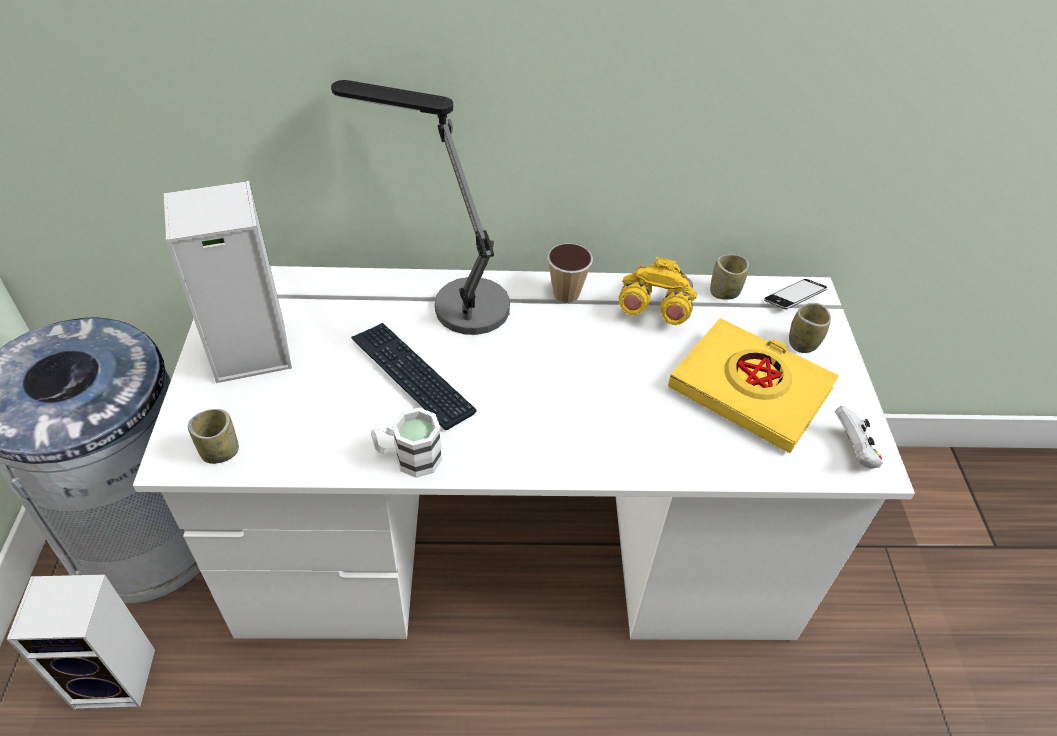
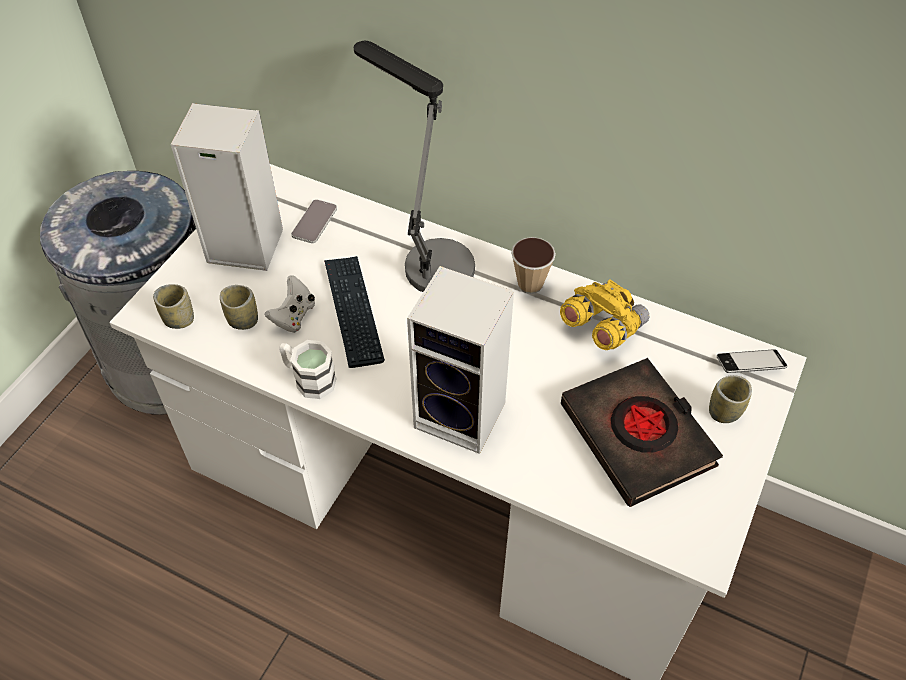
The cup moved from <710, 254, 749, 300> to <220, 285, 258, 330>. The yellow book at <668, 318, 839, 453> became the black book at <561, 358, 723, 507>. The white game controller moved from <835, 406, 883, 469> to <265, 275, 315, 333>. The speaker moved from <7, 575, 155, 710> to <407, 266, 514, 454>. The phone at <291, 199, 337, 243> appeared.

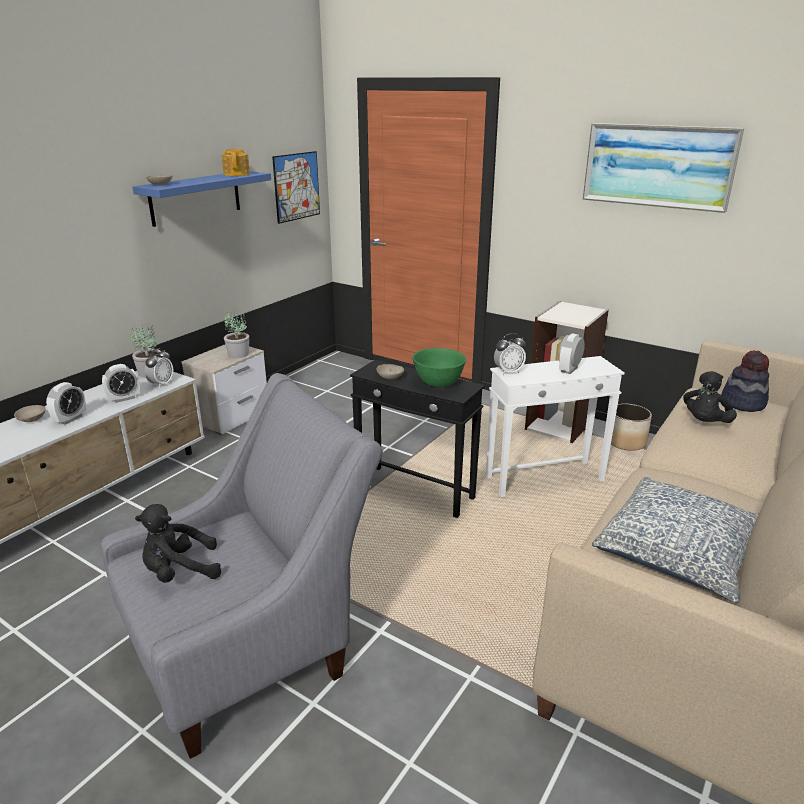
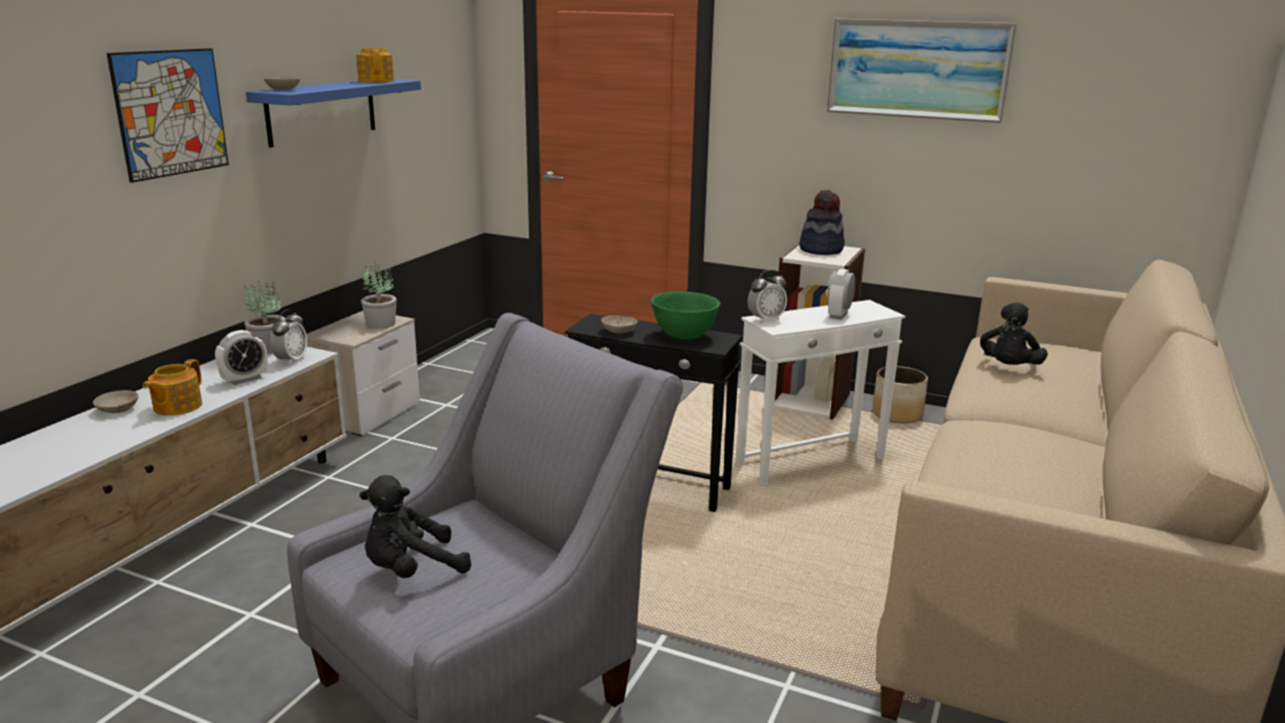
The picture moved from <272, 151, 320, 224> to <107, 48, 229, 183>. The hat moved from <721, 350, 769, 412> to <799, 190, 845, 255>. The alarm clock at <46, 382, 86, 425> was replaced by the teapot at <143, 359, 202, 416>. The pillow at <592, 477, 758, 603> disappeared.

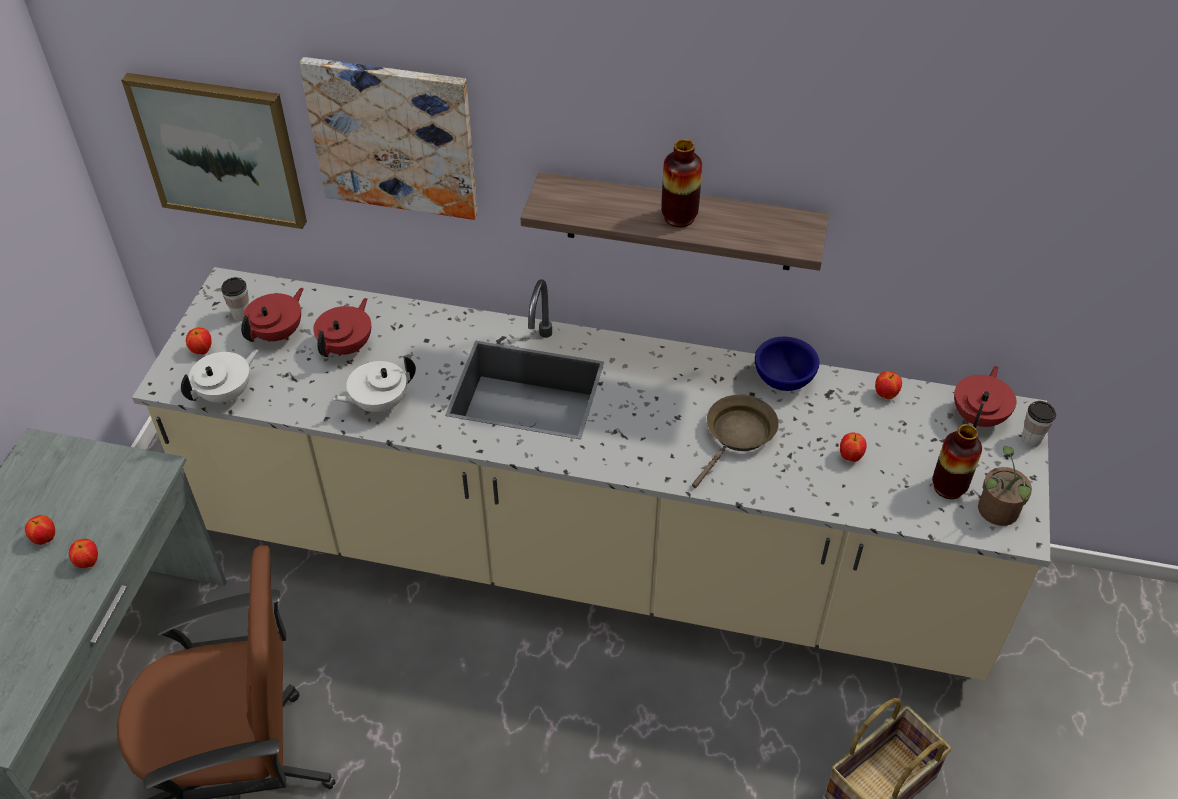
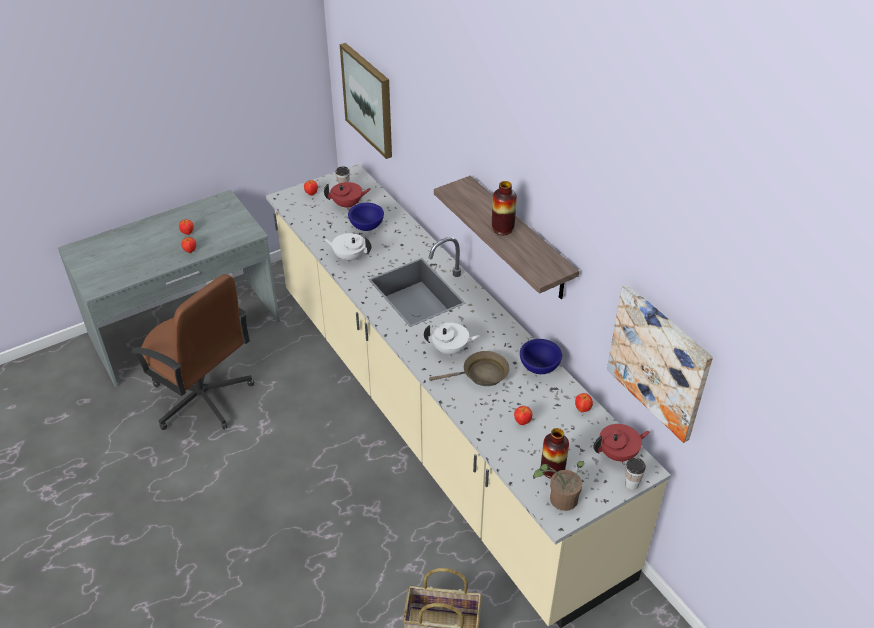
The picture moved from <299, 57, 477, 220> to <607, 284, 713, 443>. The red teapot at <313, 298, 371, 357> was replaced by the blue bowl at <348, 203, 384, 231>. The white teapot moved from <181, 349, 258, 403> to <424, 323, 480, 357>.

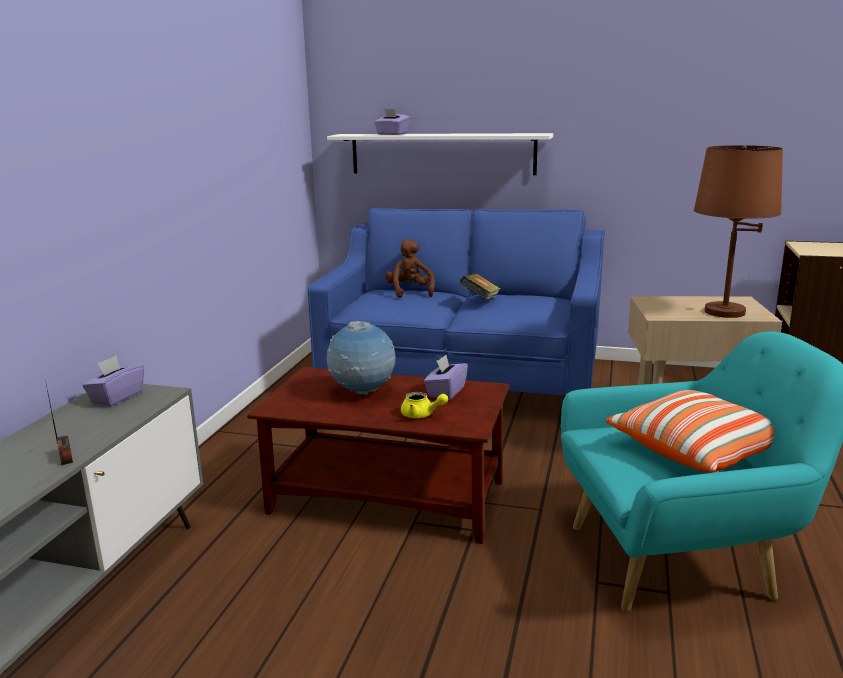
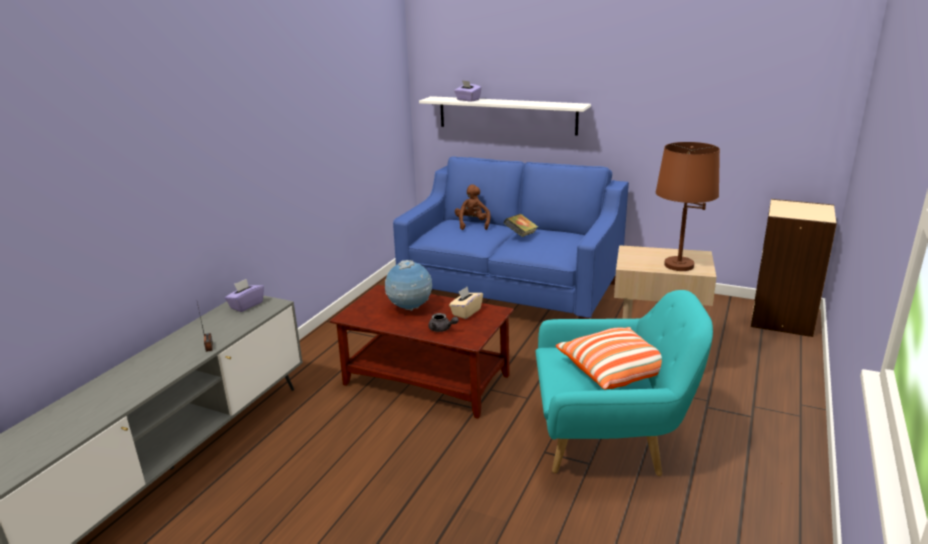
The purple tissue box at <424, 355, 468, 400> became the beige tissue box at <449, 287, 483, 319>. The yellow teapot at <401, 392, 448, 418> became the grey teapot at <428, 313, 459, 332>.

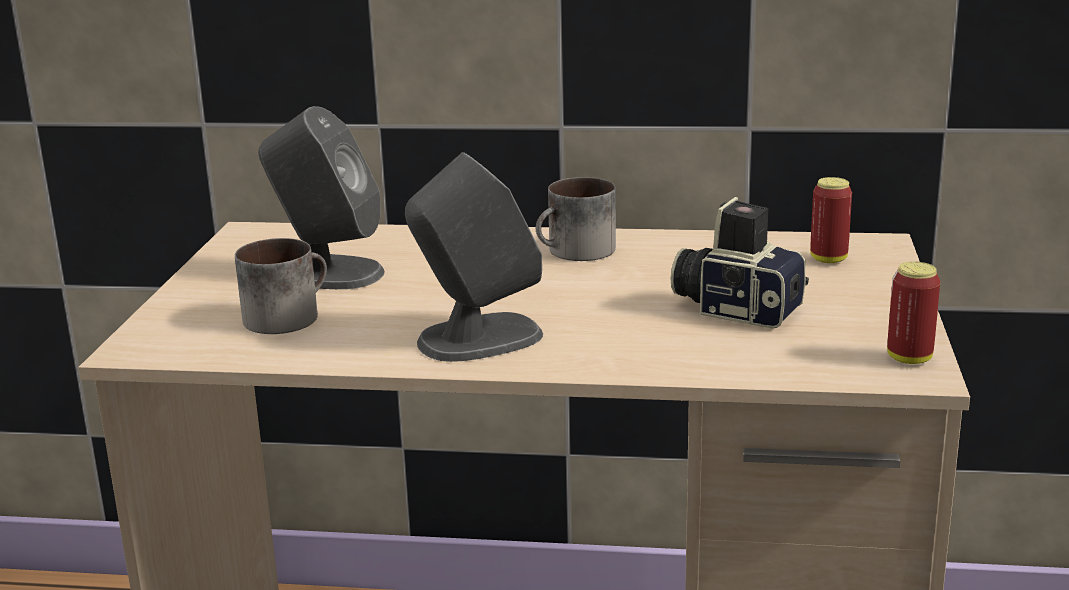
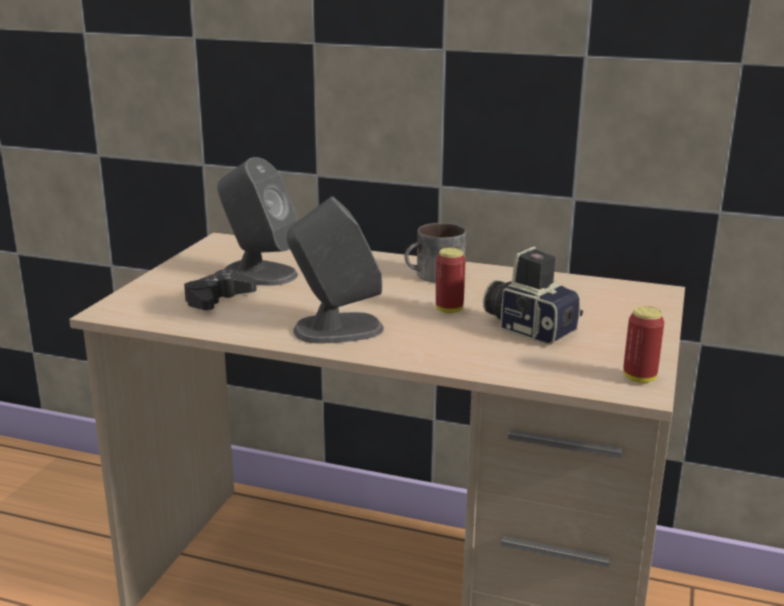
The can moved from <810, 177, 852, 263> to <436, 248, 465, 313>. The mug at <235, 238, 327, 334> was replaced by the black game controller at <184, 269, 257, 310>.

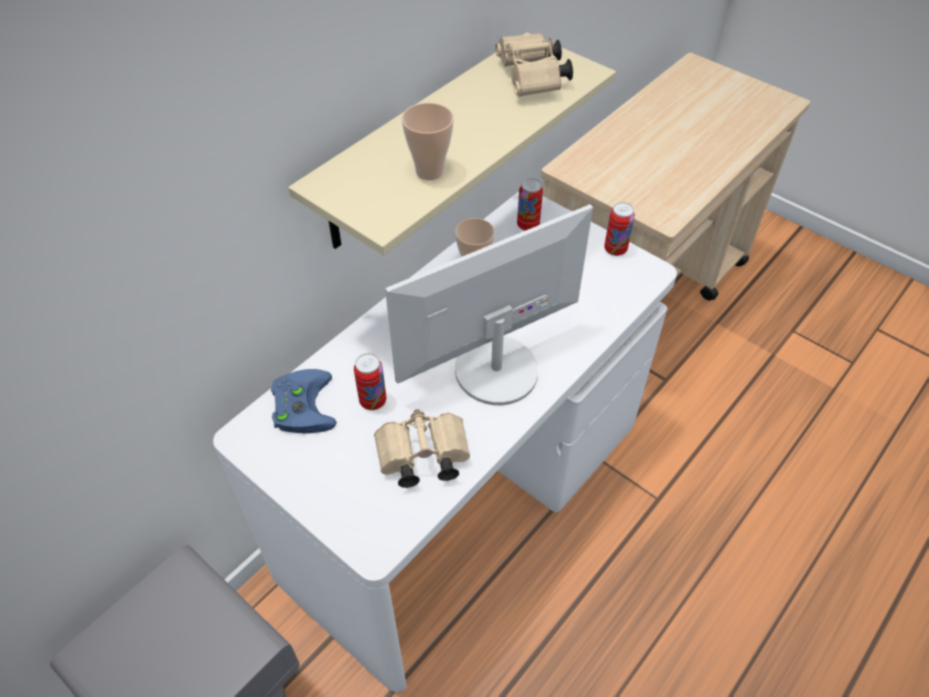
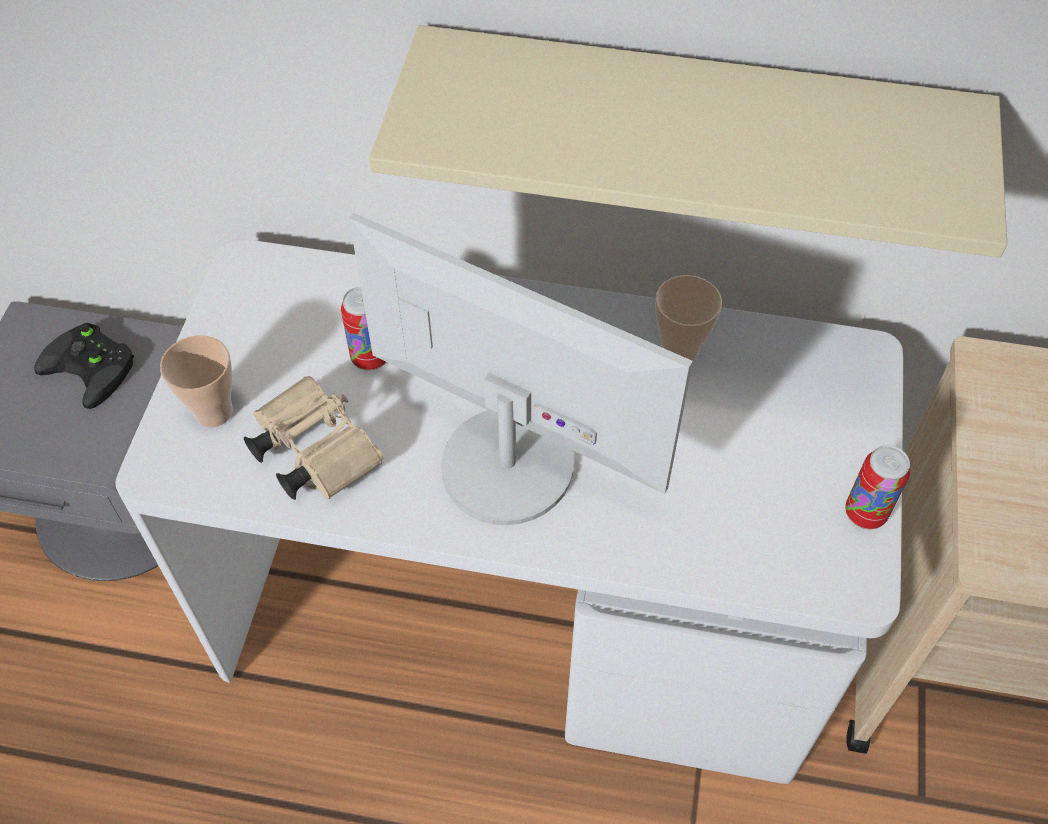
The beige binoculars at <495, 33, 573, 97> disappeared. The cup moved from <402, 103, 454, 180> to <160, 335, 233, 428>. The can at <517, 178, 543, 231> disappeared. The blue game controller at <271, 369, 337, 433> disappeared. The black game controller at <34, 323, 134, 409> appeared.

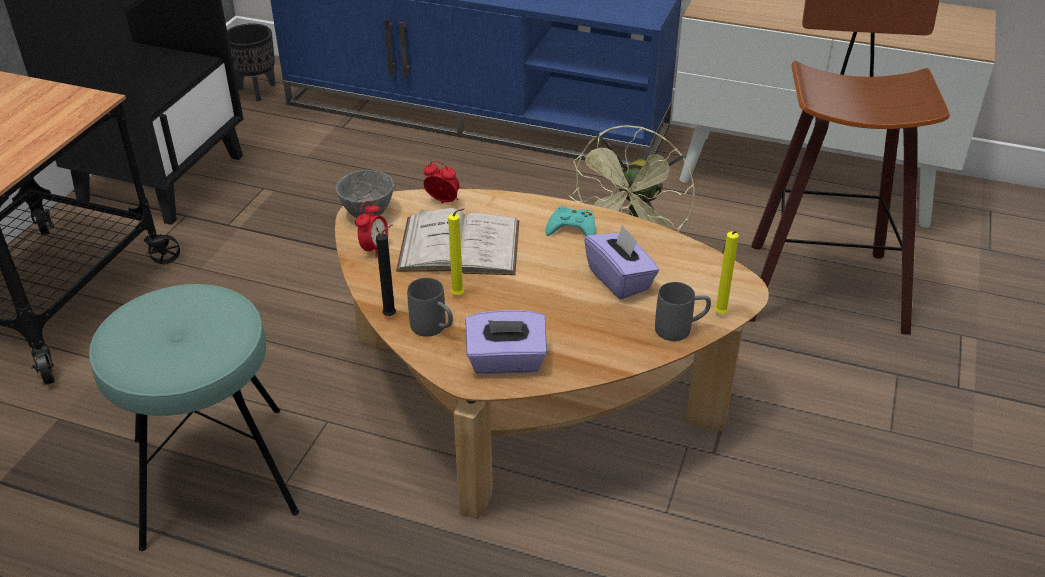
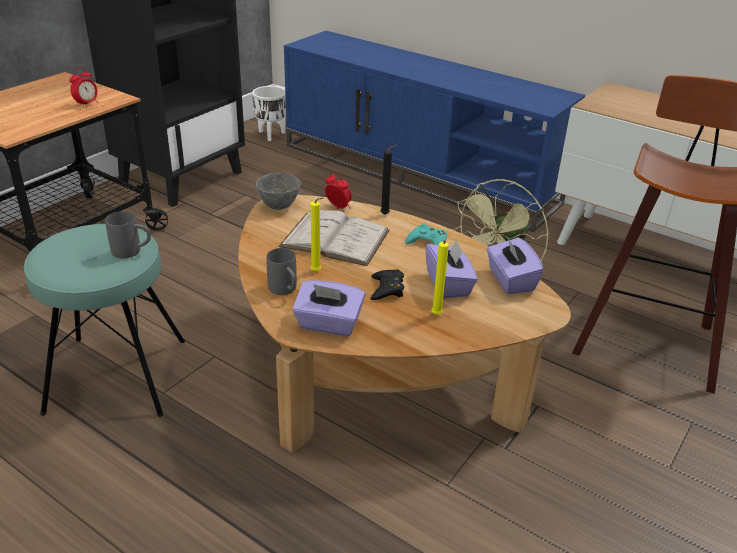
The black planter at <227, 23, 276, 101> became the white planter at <252, 86, 286, 141>. The alarm clock moved from <355, 201, 388, 258> to <69, 67, 98, 108>. The black candle moved from <376, 225, 396, 316> to <381, 145, 396, 215>. The yellow candle moved from <715, 231, 739, 314> to <431, 240, 449, 315>. The grey mug moved from <655, 282, 711, 341> to <105, 211, 151, 258>. The purple tissue box at <487, 236, 544, 294> appeared. The black game controller at <370, 269, 404, 300> appeared.

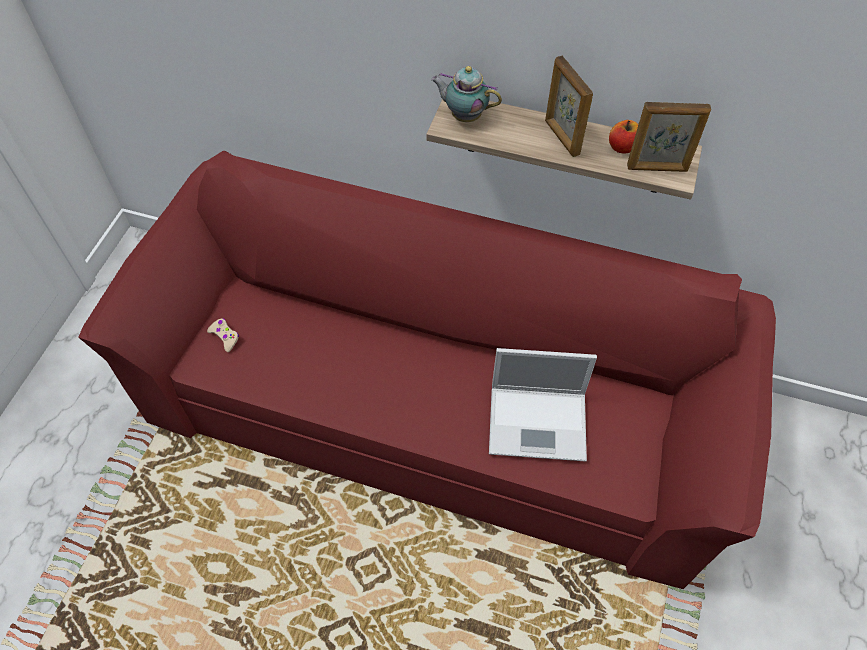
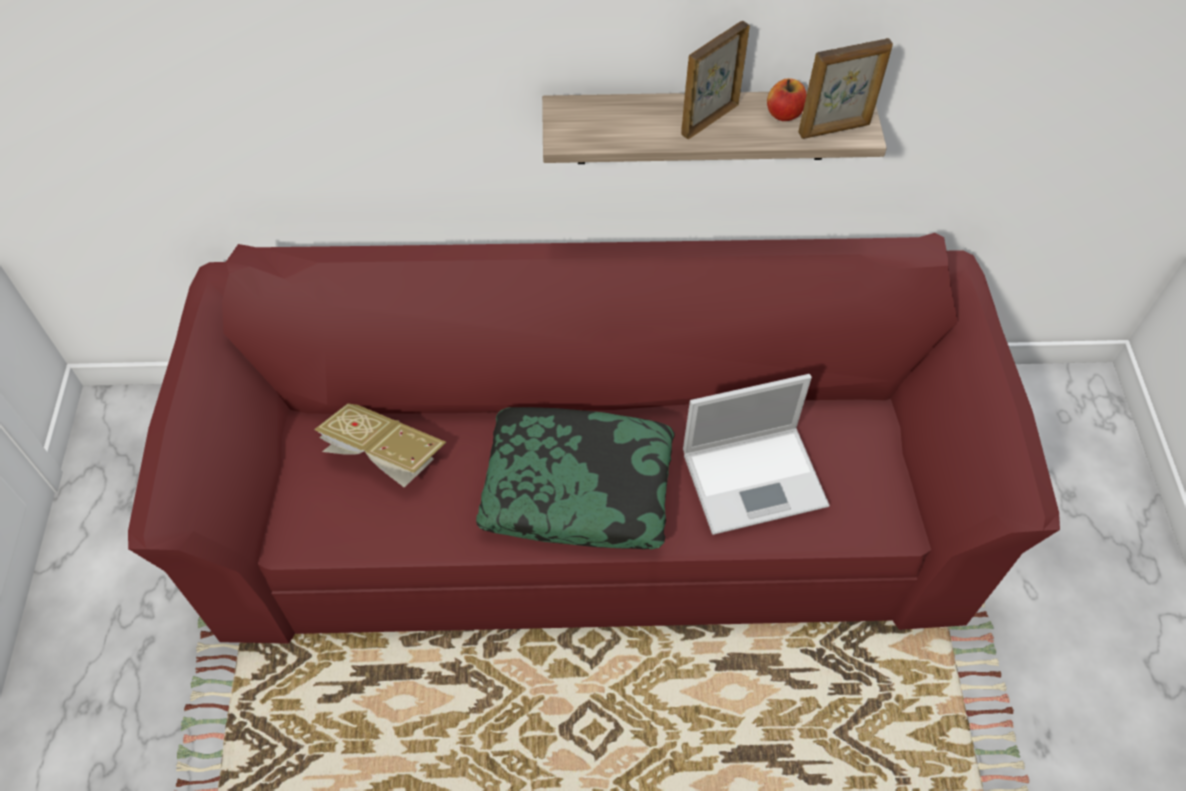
The picture frame at <545, 56, 593, 157> turned 90 degrees clockwise. The teapot at <431, 66, 502, 122> disappeared. The beige game controller at <207, 318, 239, 352> disappeared. The book at <314, 403, 446, 488> appeared. The pillow at <476, 407, 675, 549> appeared.

